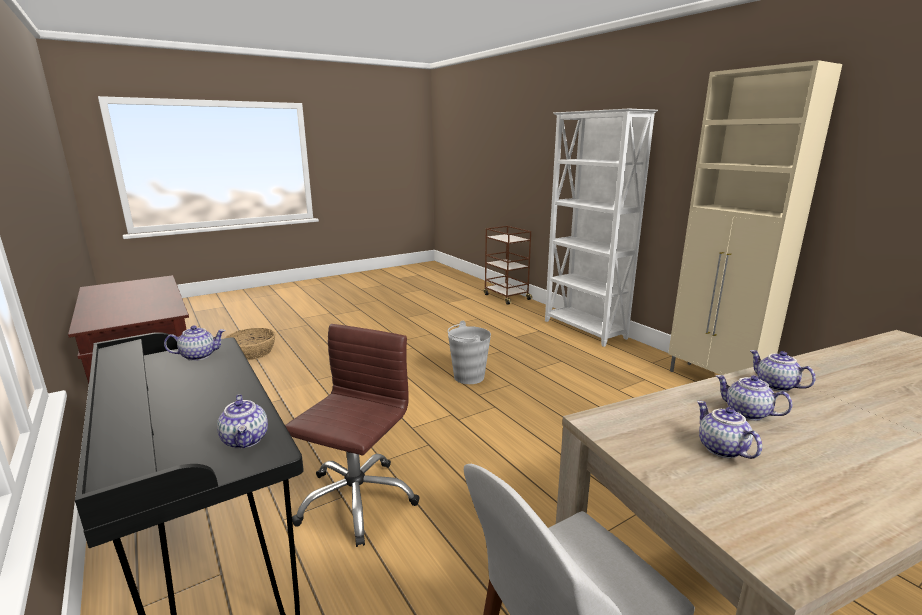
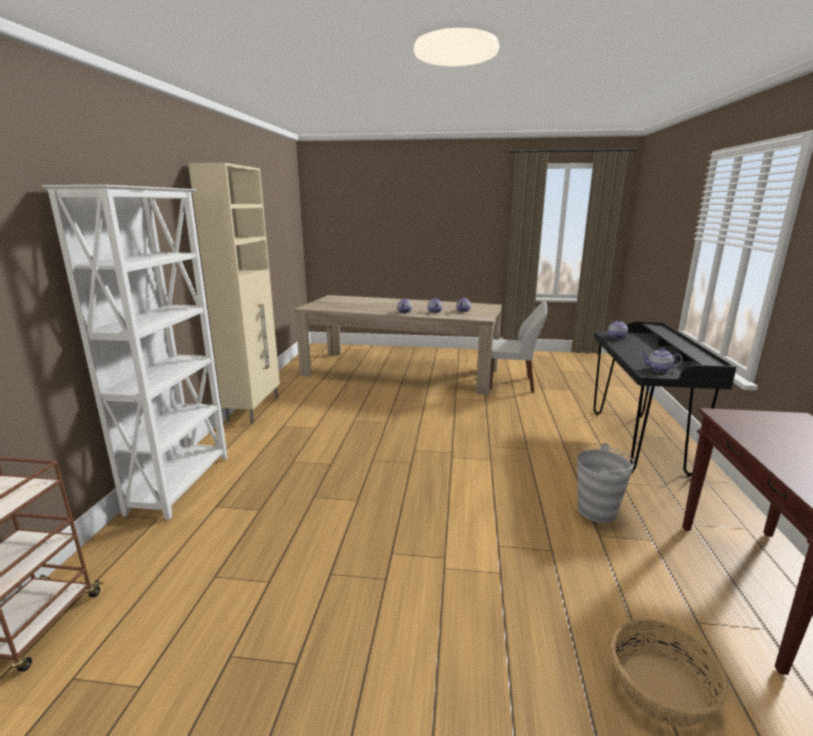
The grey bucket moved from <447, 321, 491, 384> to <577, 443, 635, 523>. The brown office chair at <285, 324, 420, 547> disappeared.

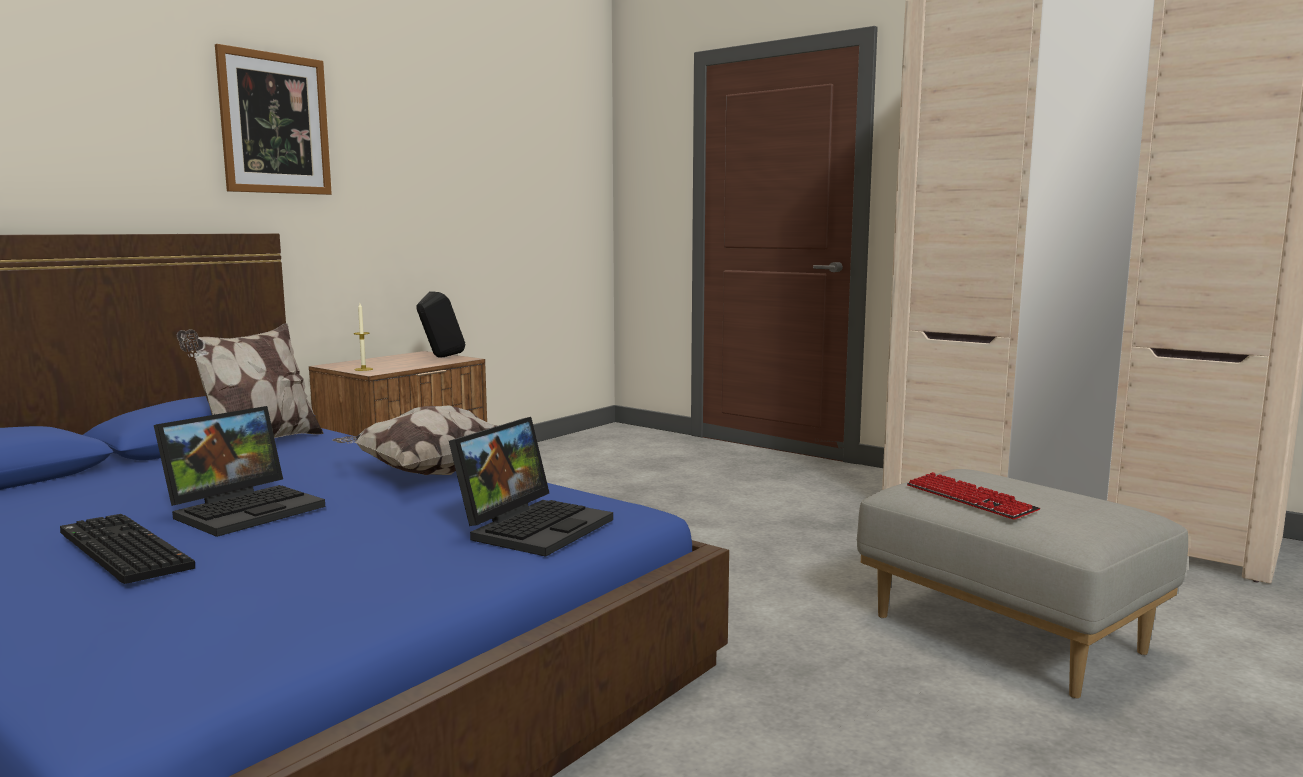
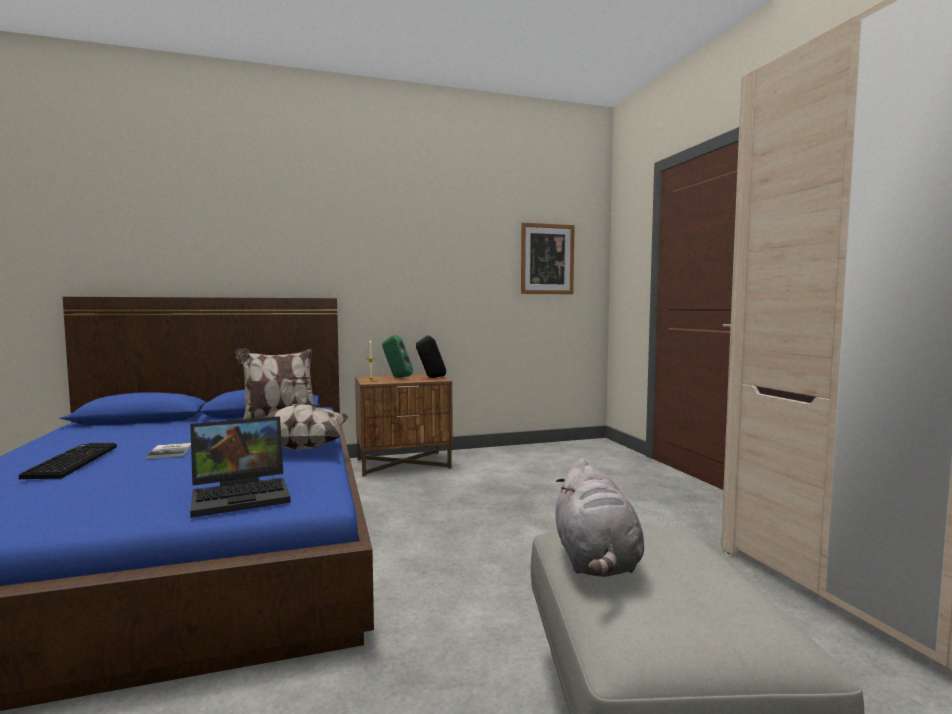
The picture moved from <215, 44, 332, 195> to <521, 222, 575, 294>. The laptop at <154, 406, 325, 537> was replaced by the book at <146, 443, 191, 459>. The keyboard at <907, 472, 1040, 519> was replaced by the grey plush toy at <555, 459, 644, 577>. The green speaker at <382, 335, 413, 378> appeared.

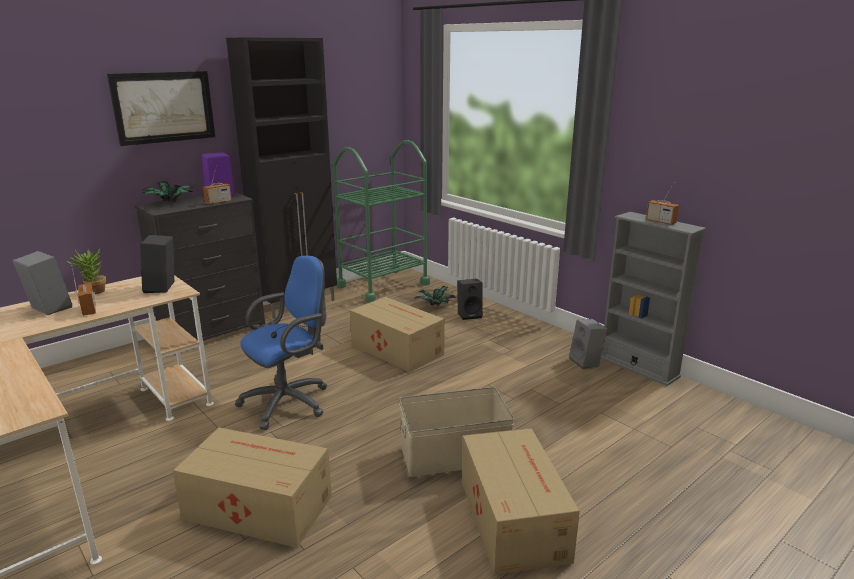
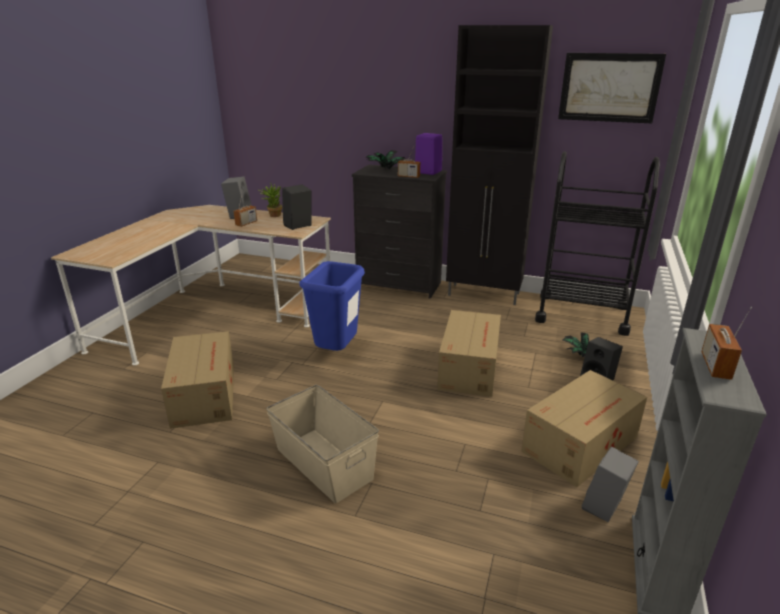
The picture moved from <107, 71, 215, 146> to <558, 53, 666, 123>. The green cart at <333, 140, 430, 303> became the black cart at <535, 151, 660, 336>. The blue office chair at <235, 256, 327, 430> was replaced by the blue trash can at <300, 261, 365, 351>. The cardboard box moved from <462, 428, 580, 575> to <521, 370, 647, 487>.

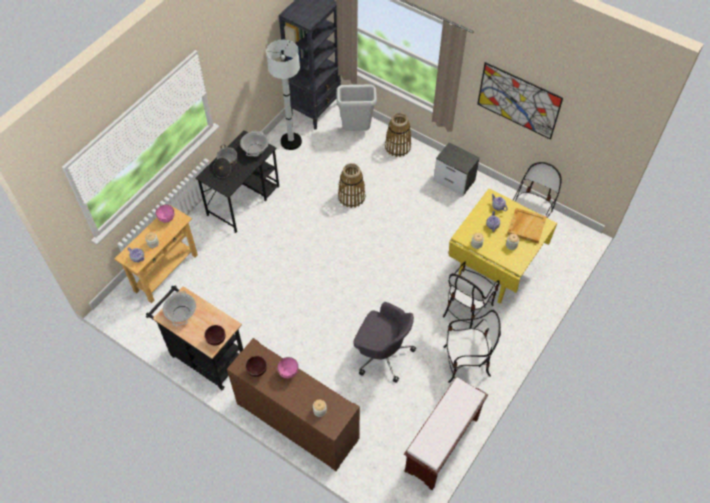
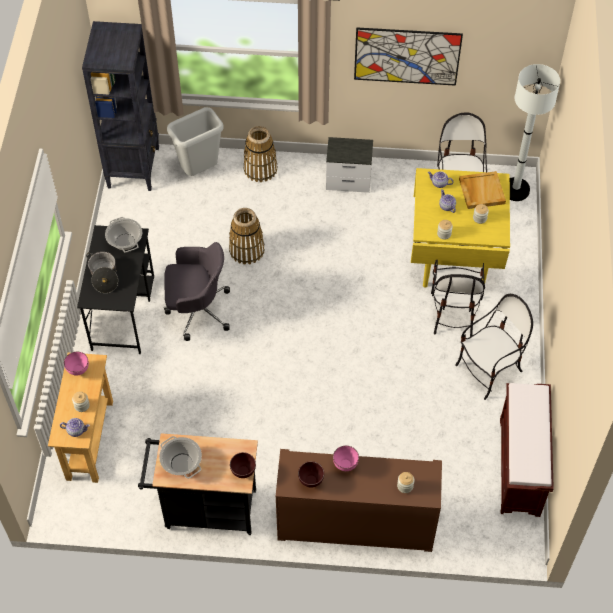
The white floor lamp moved from <266, 40, 302, 150> to <510, 64, 560, 201>. The grey office chair moved from <354, 302, 416, 383> to <164, 242, 230, 341>.

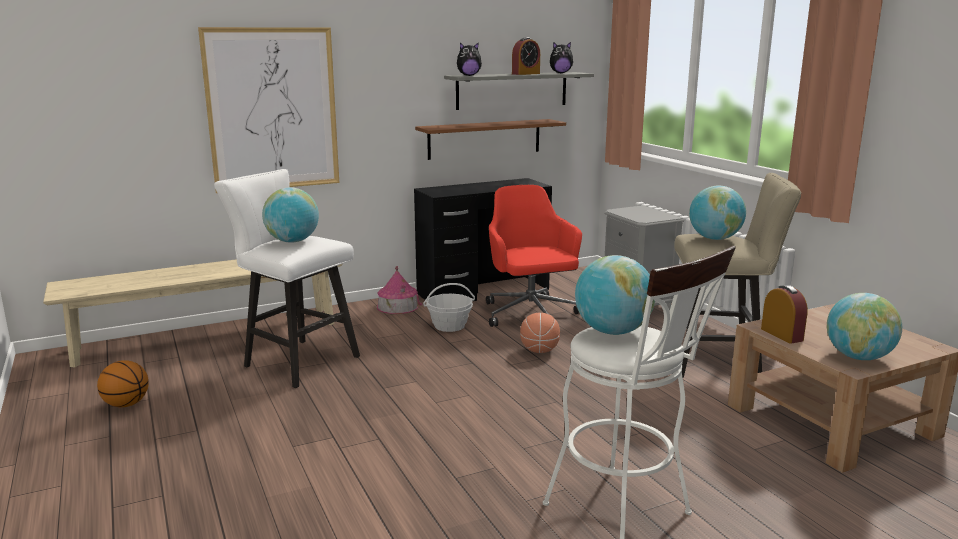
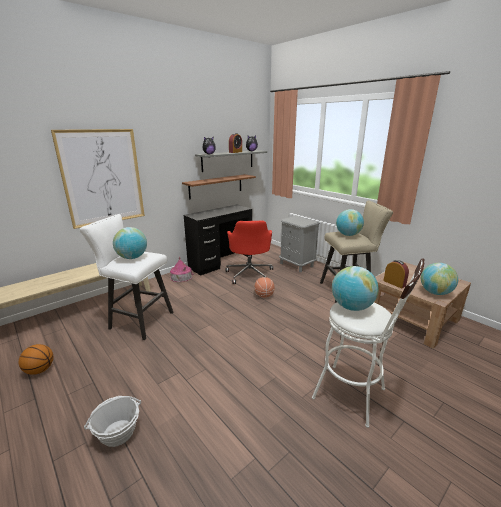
The red office chair at <486, 185, 582, 327> turned 150 degrees counterclockwise. The basket moved from <423, 283, 475, 332> to <84, 396, 141, 447>.

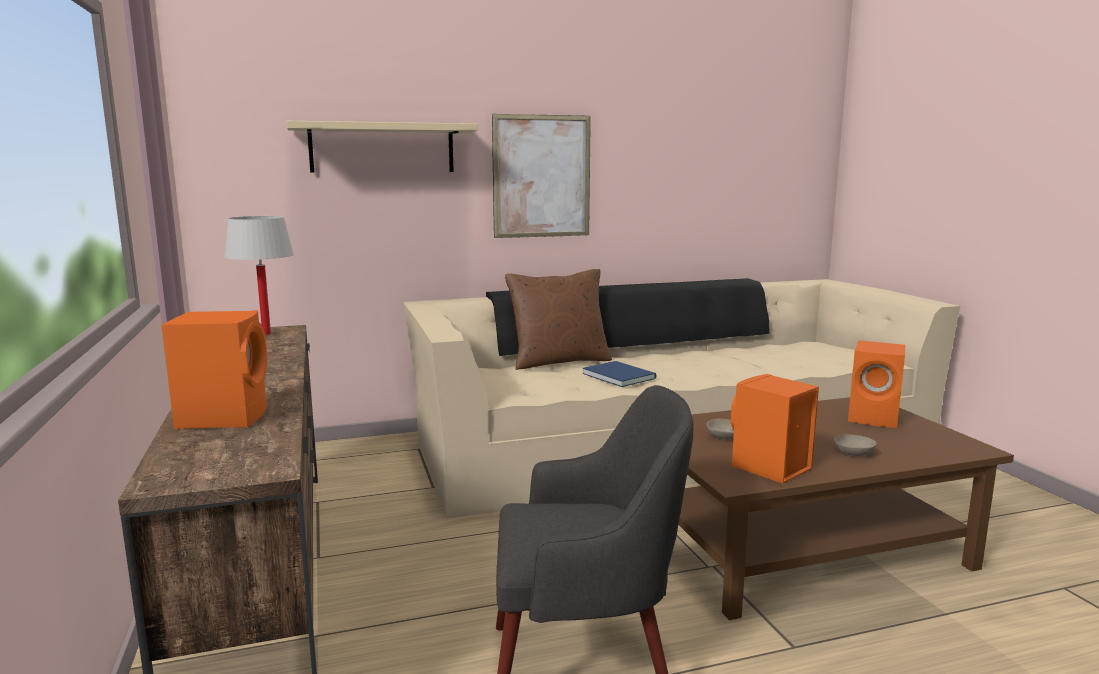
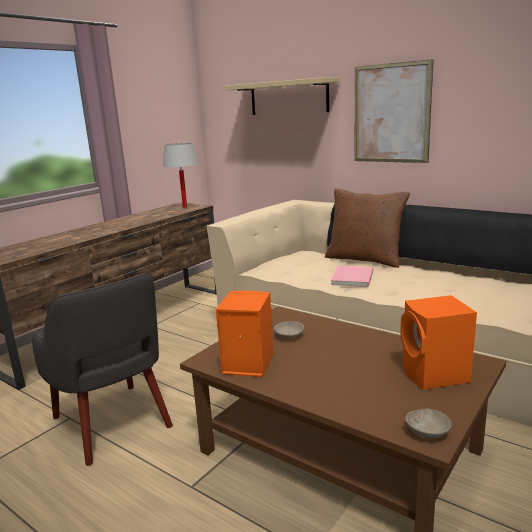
The orange speaker at <161, 310, 267, 429> disappeared. The blue book at <583, 361, 656, 387> became the pink book at <331, 266, 373, 287>. The beige bowl moved from <834, 435, 877, 456> to <405, 408, 452, 439>.

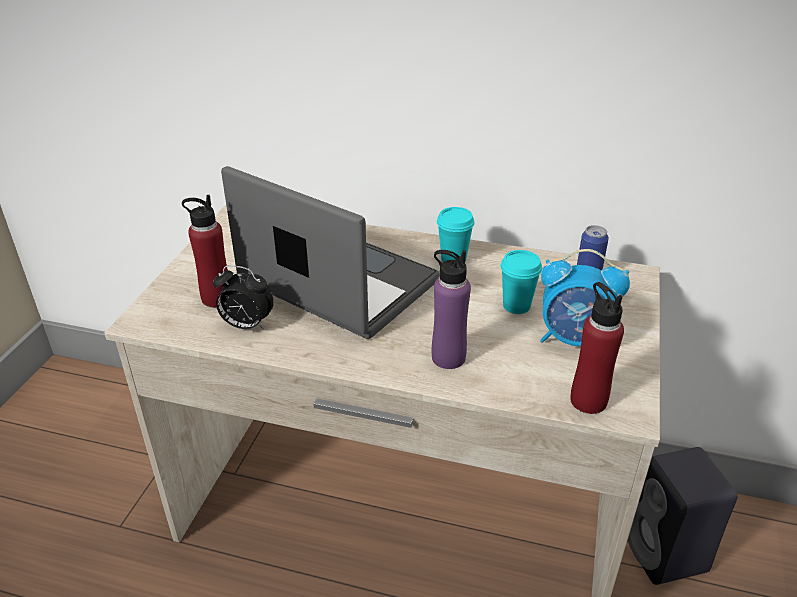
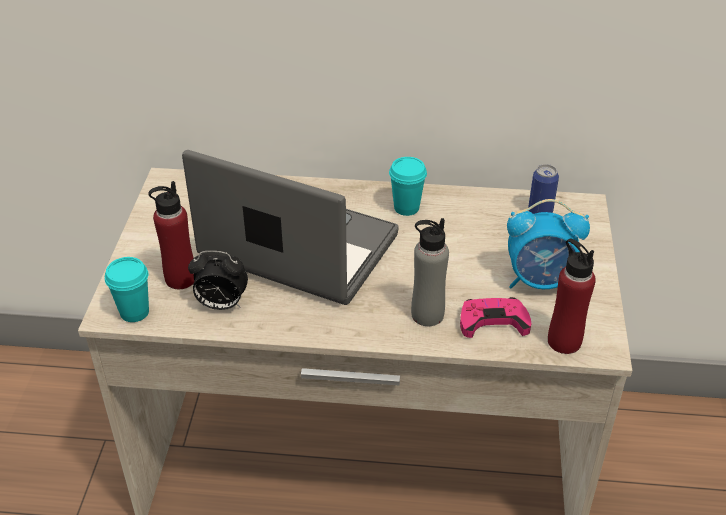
The purple bottle at <432, 250, 471, 369> became the grey bottle at <411, 218, 449, 326>. The turquoise cup moved from <500, 250, 542, 314> to <105, 257, 149, 322>. The black speaker at <627, 447, 738, 585> disappeared. The pink game controller at <460, 297, 531, 338> appeared.

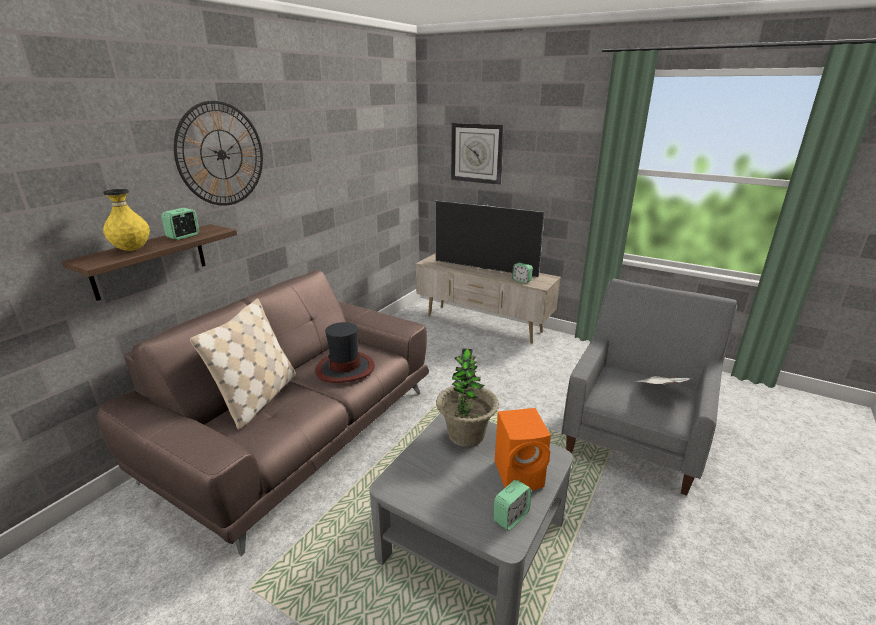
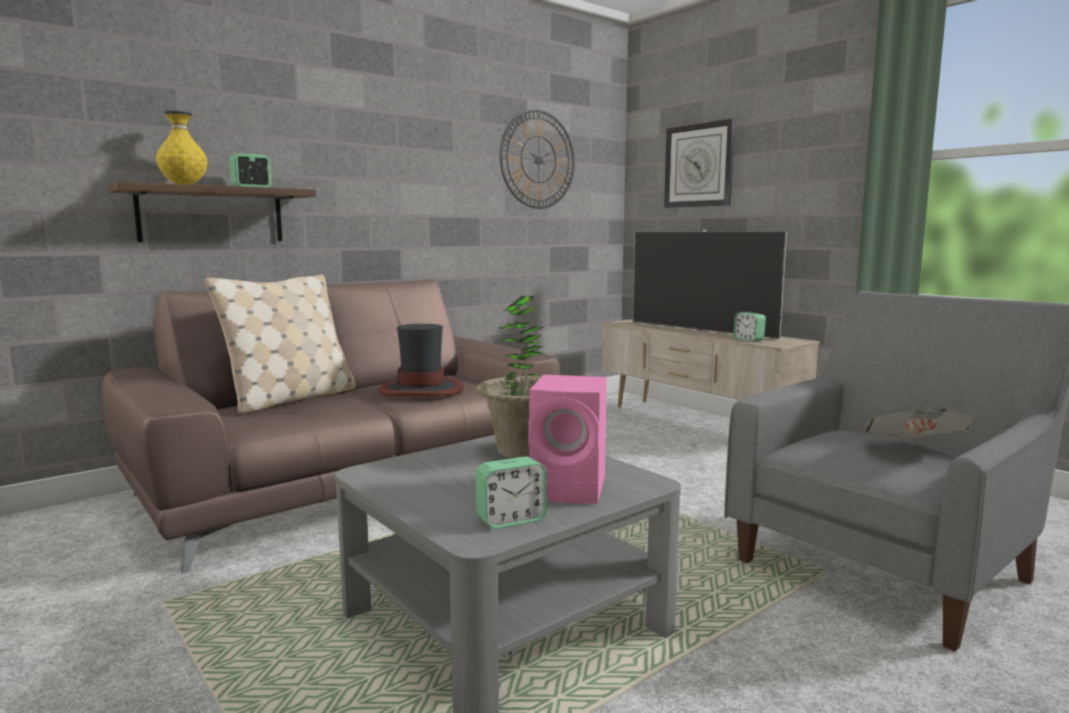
The wall clock moved from <174, 100, 263, 206> to <500, 109, 575, 209>. The orange speaker at <495, 408, 551, 490> became the pink speaker at <528, 375, 607, 504>.

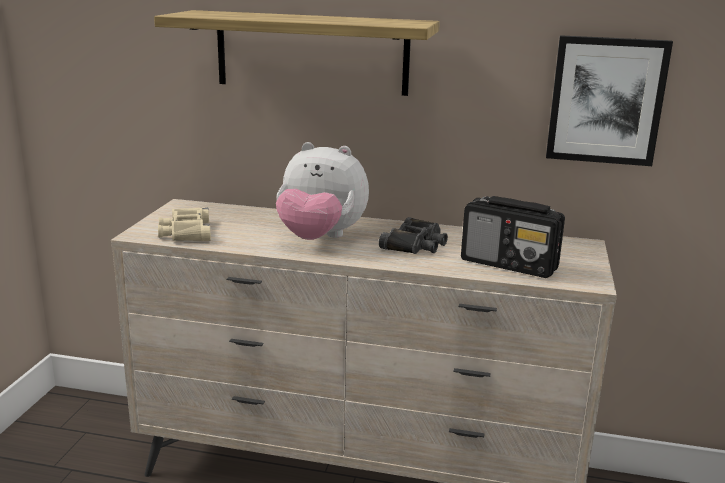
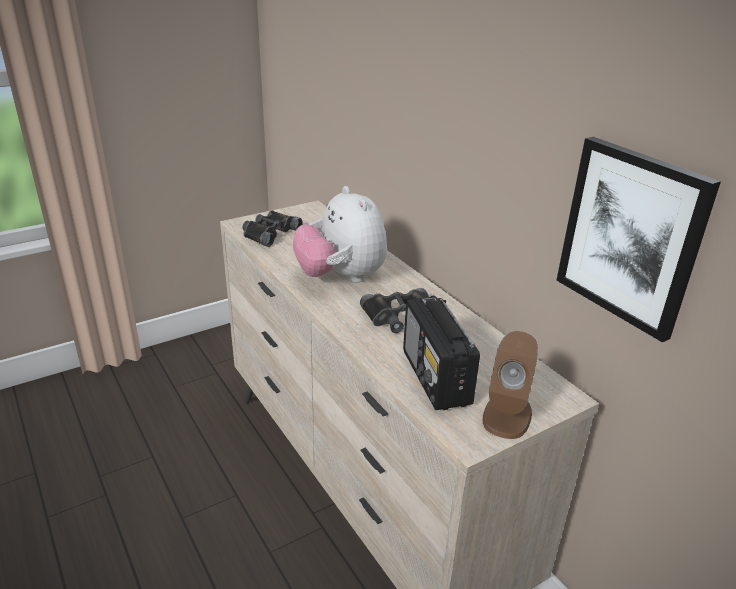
The shelf at <154, 10, 440, 96> disappeared. The beige binoculars at <158, 207, 211, 241> became the black binoculars at <243, 210, 303, 247>. The brown speaker at <483, 331, 538, 439> appeared.

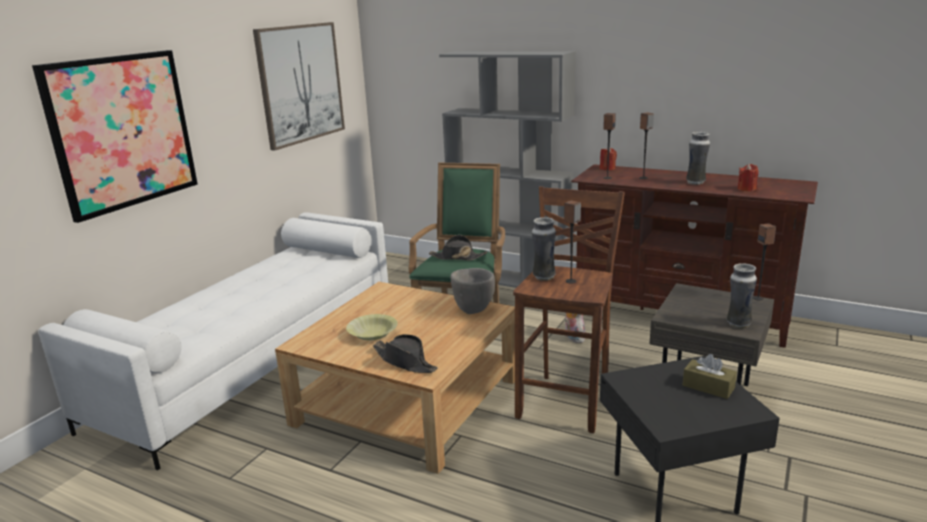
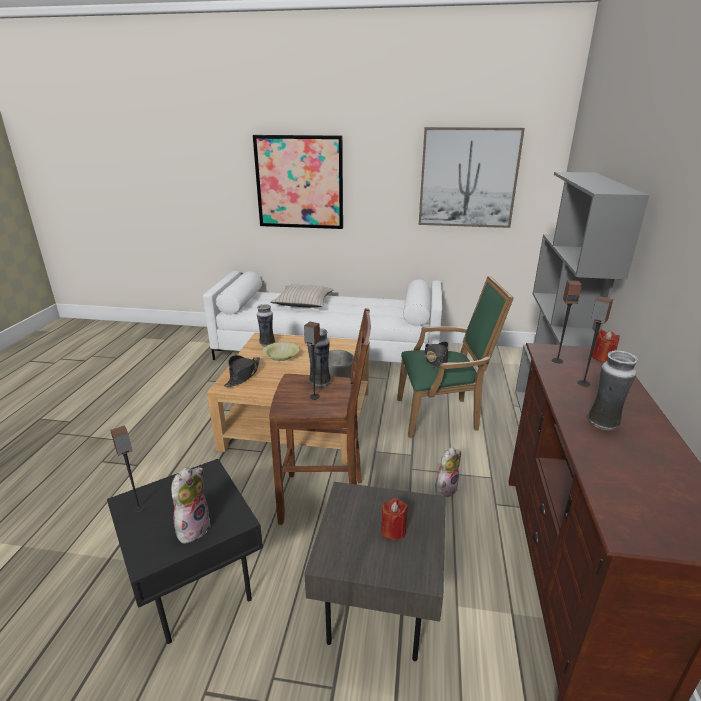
The red candle moved from <738, 164, 759, 191> to <381, 498, 408, 540>. The speaker moved from <753, 223, 776, 301> to <110, 425, 146, 513>. The vase moved from <727, 263, 757, 328> to <257, 304, 275, 347>. The brown tissue box at <683, 354, 737, 399> was replaced by the plush toy at <171, 467, 211, 544>. The beige pillow at <270, 285, 334, 307> appeared.

